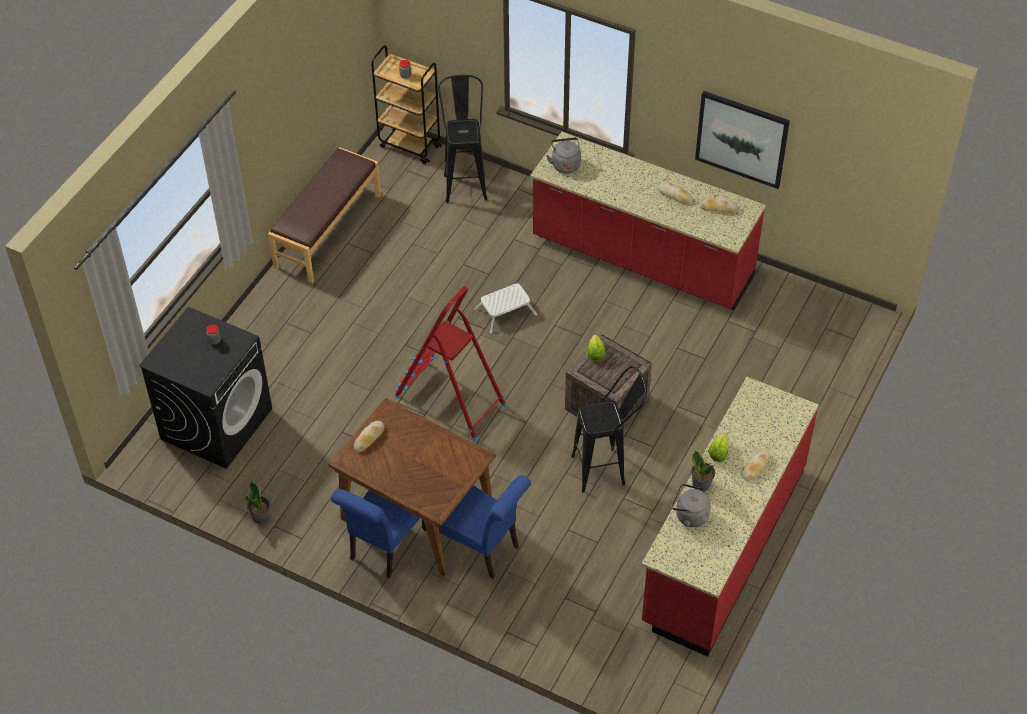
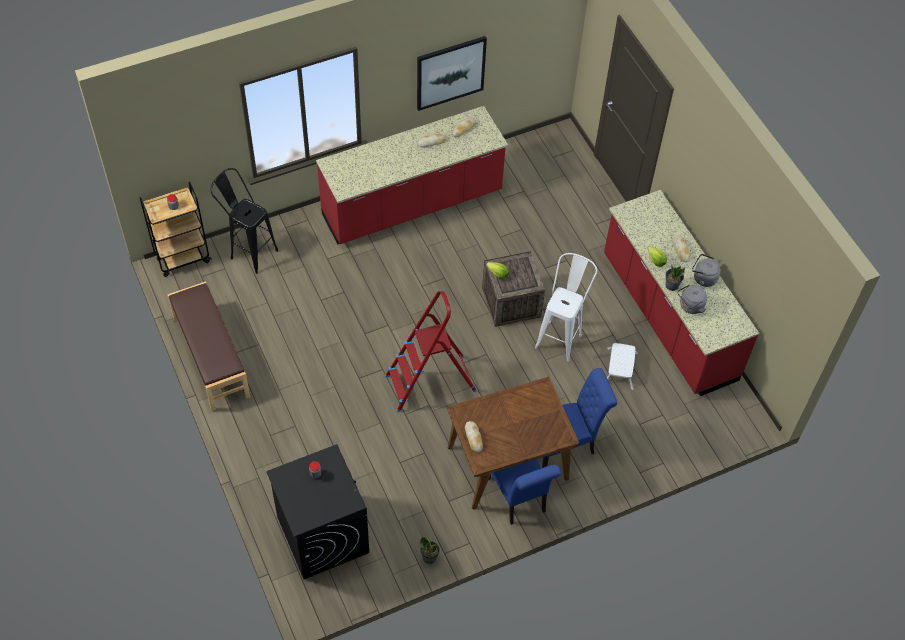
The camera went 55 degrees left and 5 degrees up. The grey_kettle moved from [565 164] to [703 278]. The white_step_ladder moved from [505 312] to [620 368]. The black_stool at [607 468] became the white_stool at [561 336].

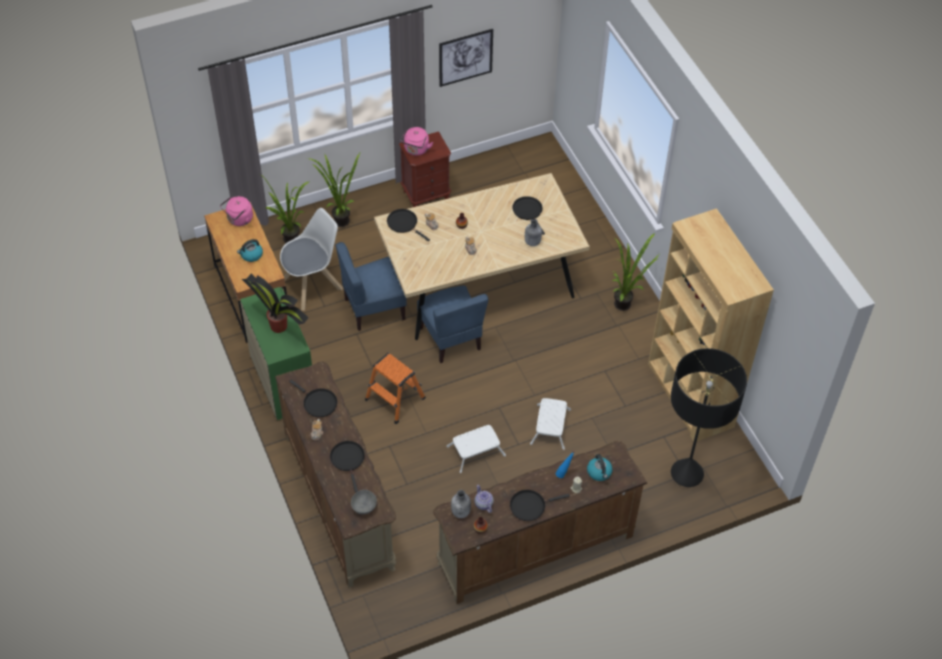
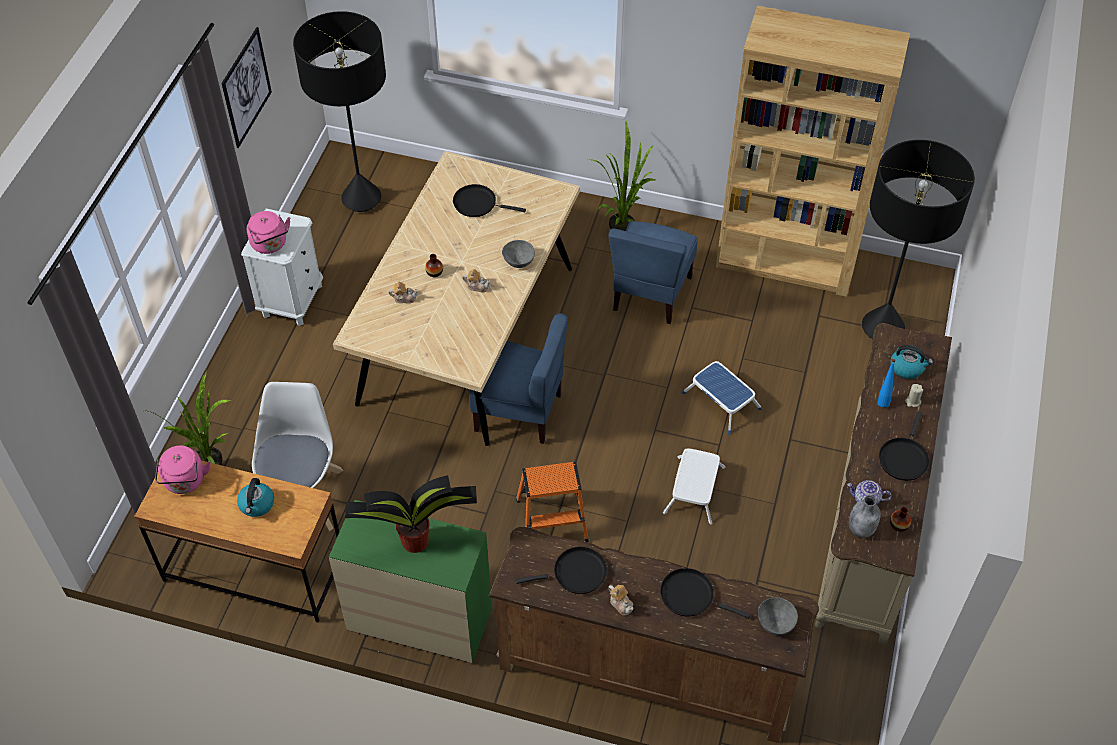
The camera went 50 degrees left and 0 degrees up. The brown_nightstand at [426 194] became the white_nightstand at [292 300]. The potted_plant at [338 220] disappeared. The black_frying_pan at [404 223] disappeared. The grey_bottle at [532 242] disappeared. The blue_chair moved from [374 308] to [650 293]. The white_step_ladder at [550 426] became the blue_step_ladder at [721 401]. The black_floor_lamp at [362 200] appeared. The grey_bowl at [518 261] appeared.

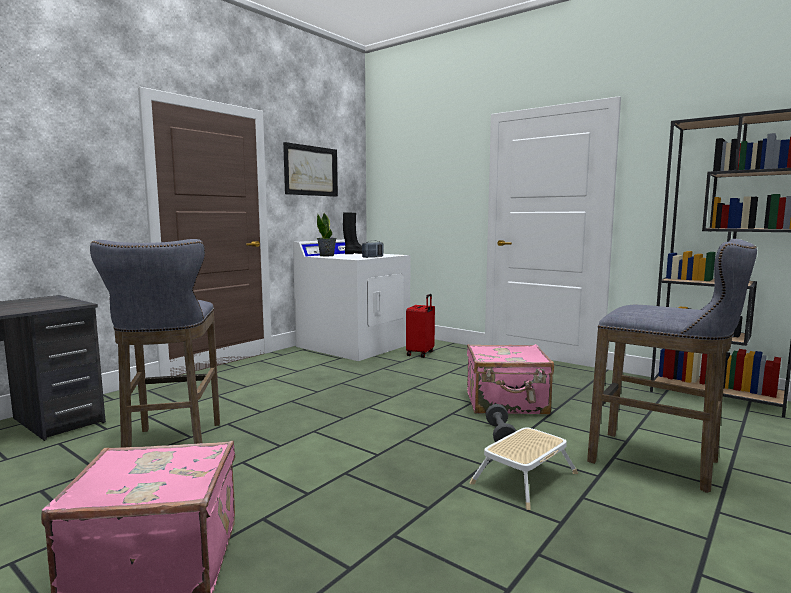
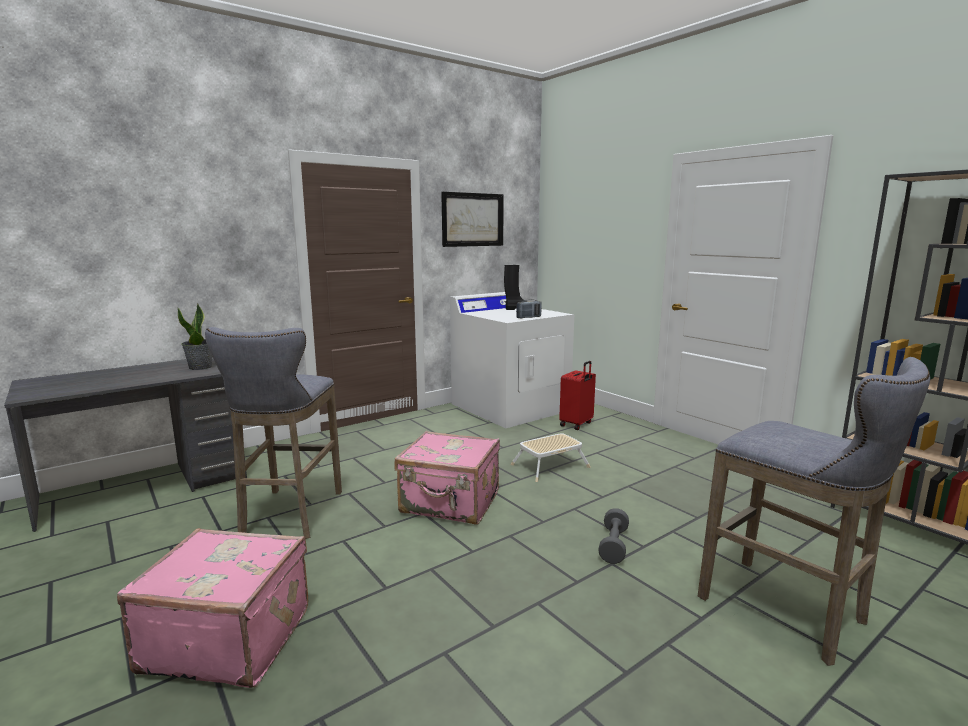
The camera went 15 degrees right and 5 degrees up. The potted_plant moved from [327 255] to [201 367]. The pink_suitcase moved from [507 404] to [450 503]. The beige_step_ladder moved from [525 478] to [550 466].

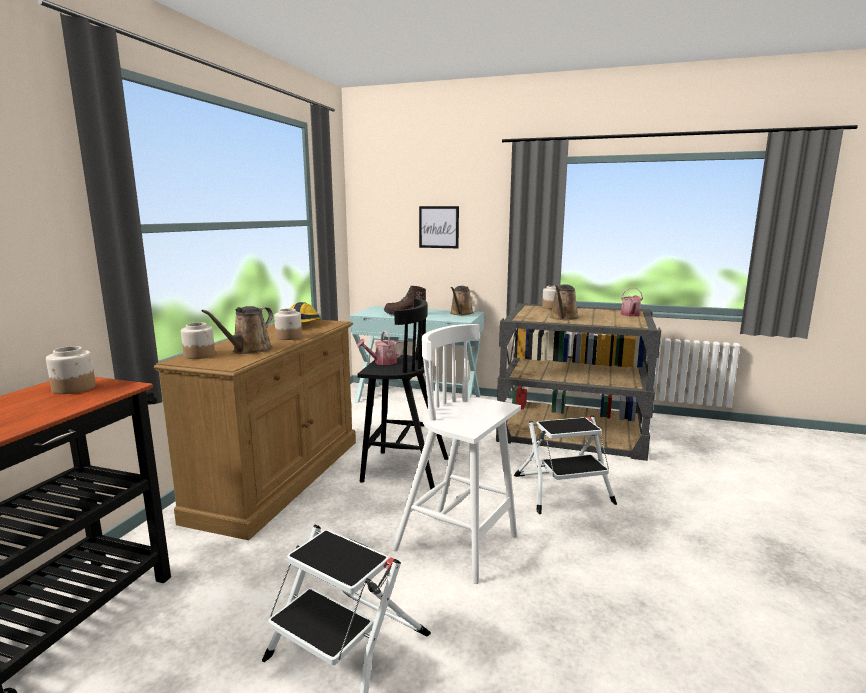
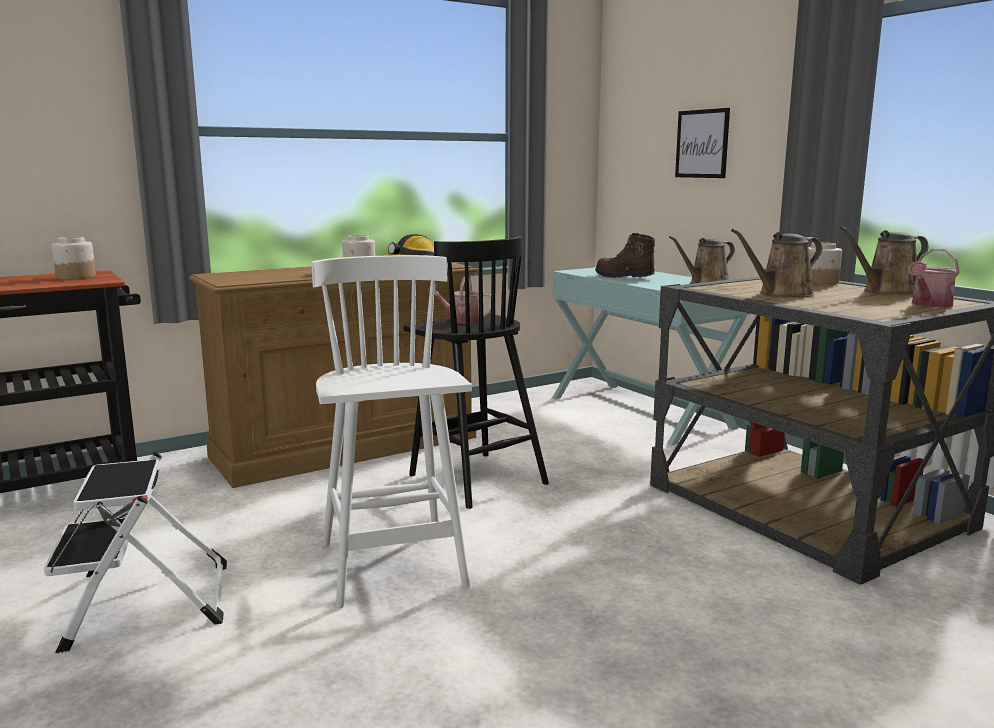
The camera went 40 degrees right and 0 degrees up. The brown_watering_can moved from [249 350] to [886 292]. The jar at [199 355] disappeared. The step_ladder at [561 490] disappeared.

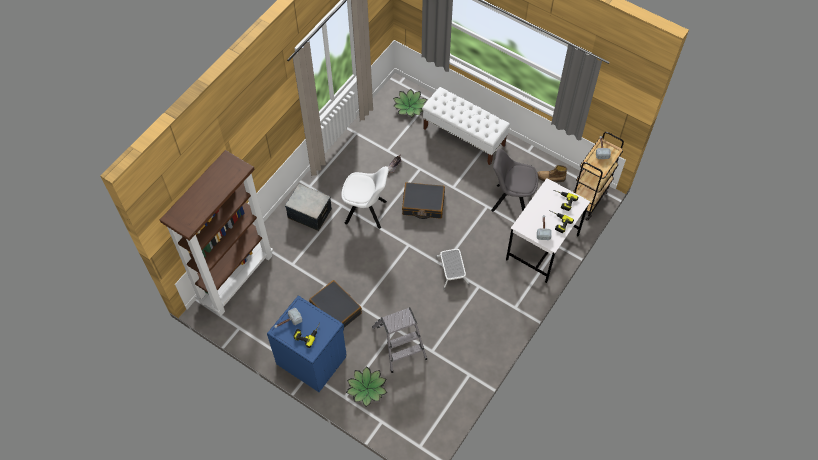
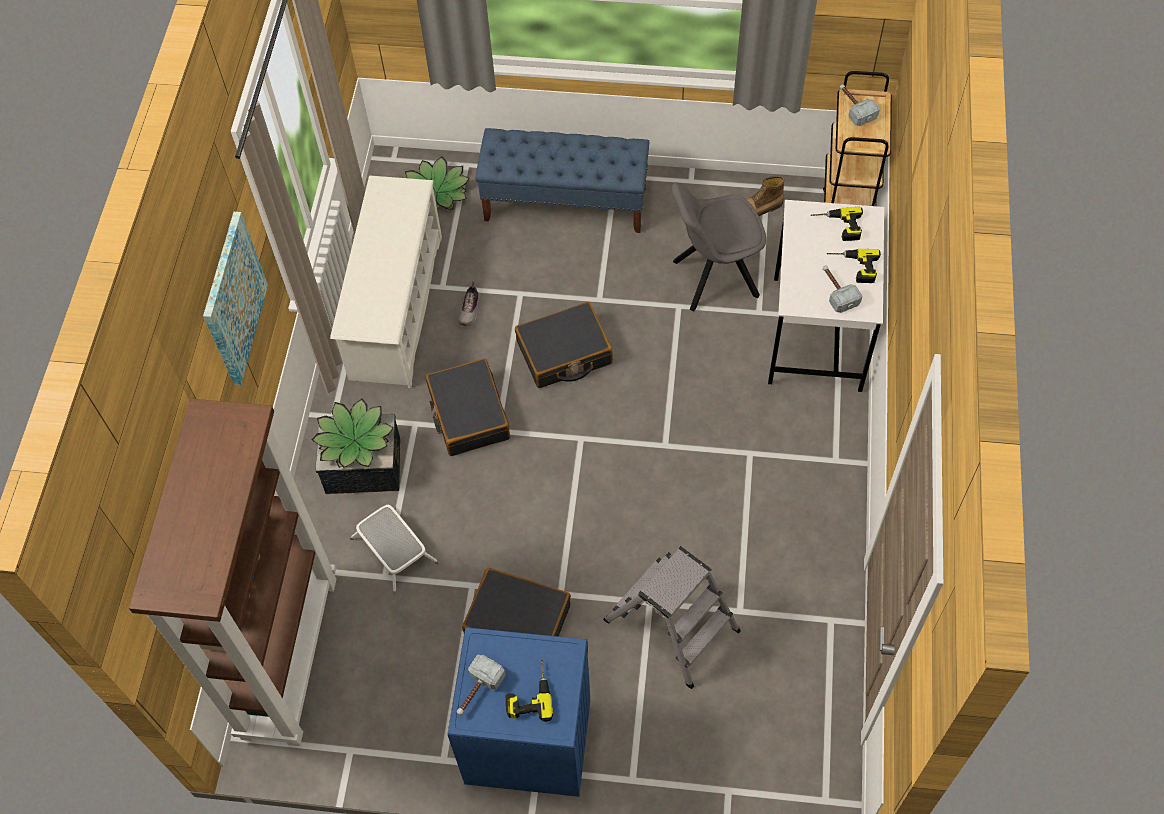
The camera went 25 degrees left and 0 degrees up. The white_bench at [464 137] became the blue_bench at [566 204]. The white_chair at [366 212] was replaced by the black_suitcase at [468 414]. The grey_step_ladder moved from [452 270] to [395 550]. The potted_plant moved from [367 389] to [354 440]. The white_shoe_rack at [396 307] appeared. The picture at [233 299] appeared.

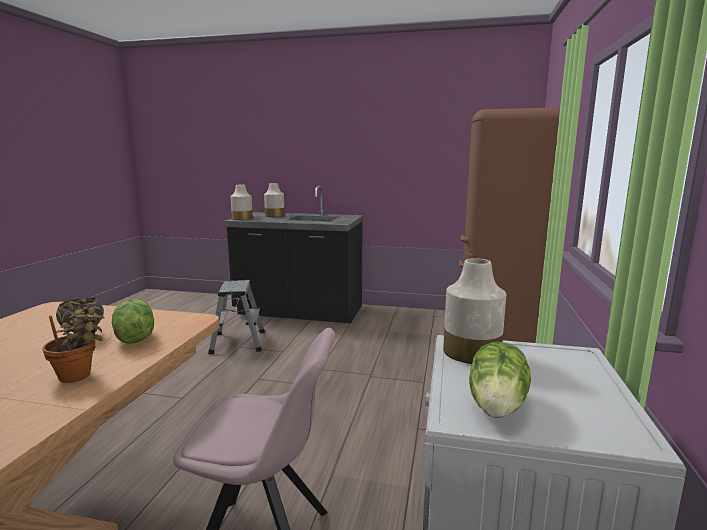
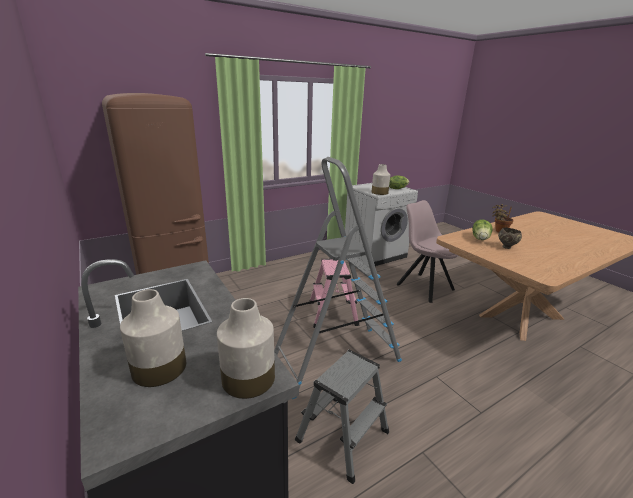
The camera went 135 degrees left and 10 degrees up. The grey_step_ladder at [337 359] appeared. The pink_step_ladder at [332 313] appeared.

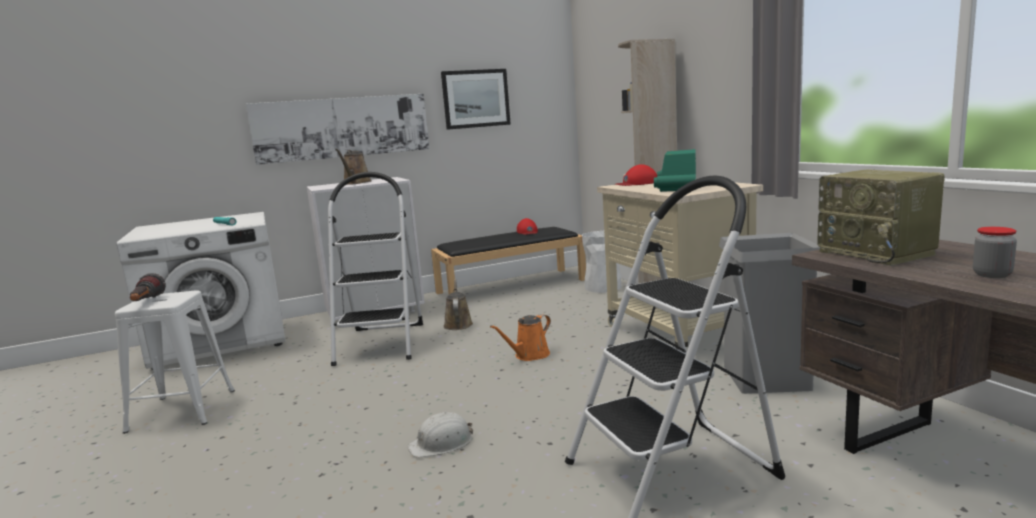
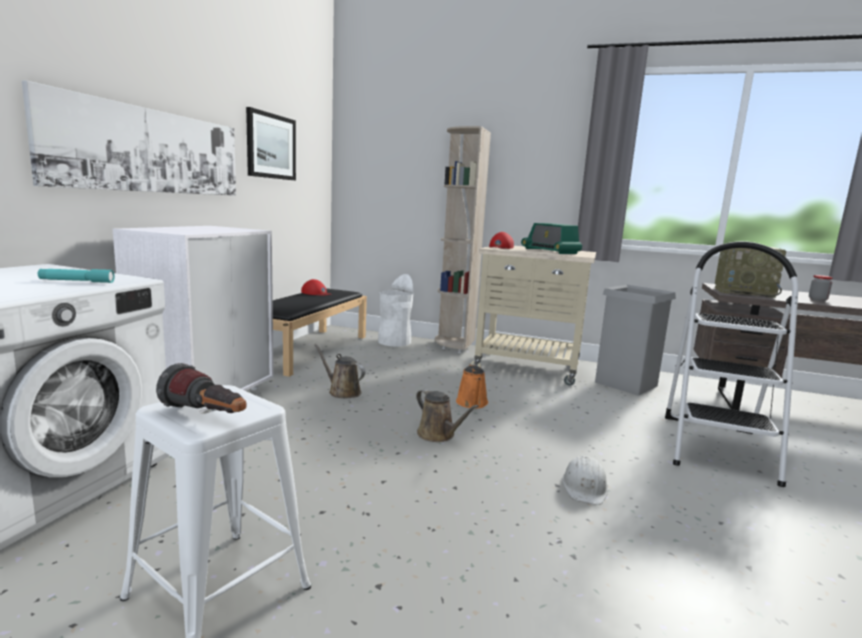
The camera went 50 degrees left and 0 degrees up. The brown_watering_can moved from [356 183] to [438 435]. The step_ladder at [382 342] disappeared.

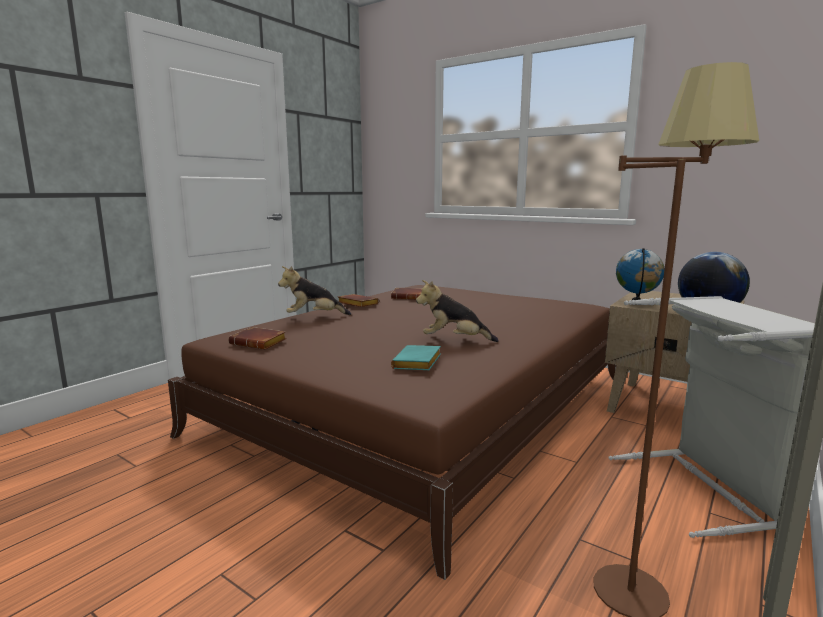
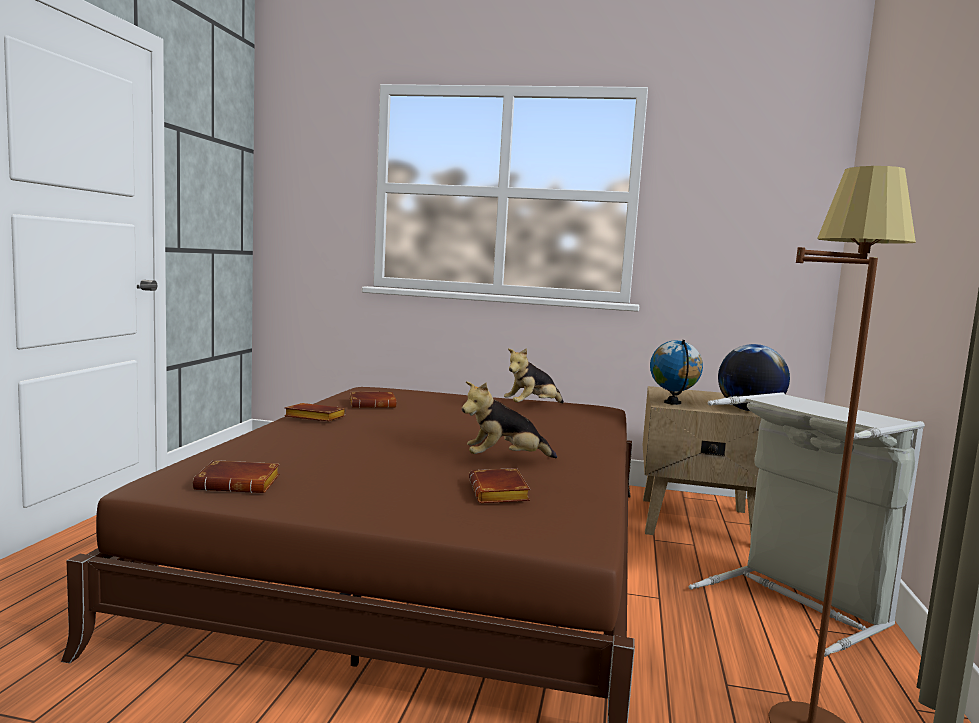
The camera went 25 degrees left and 5 degrees down. The plush_toy moved from [314 316] to [532 406]. The turquoise_book at [418 363] became the brown_book at [500 493].

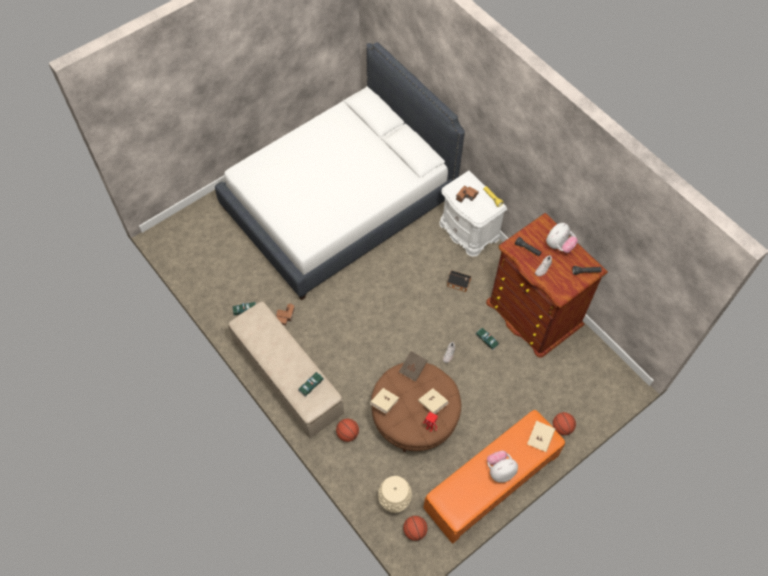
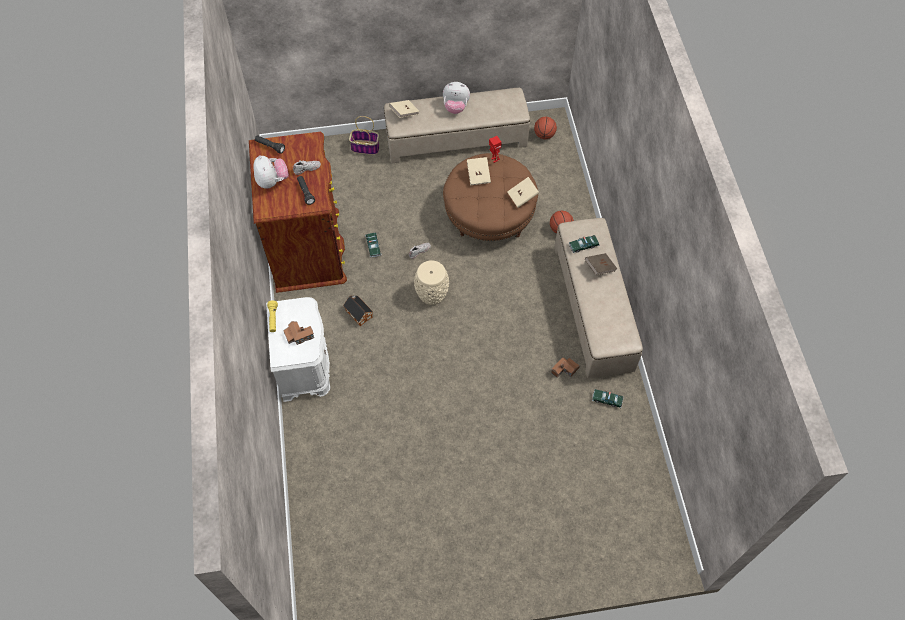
The camera went 150 degrees left and 0 degrees up. The white_bed at [339 204] disappeared. The plush_toy at [559 246] turned 90 degrees clockwise. The brown_book moved from [413 369] to [599 268]. The orange_bench at [491 482] became the beige_bench at [457 138]. The basketball at [562 427] was replaced by the basket at [365 147]. The beige_stool moved from [394 500] to [432 293].

